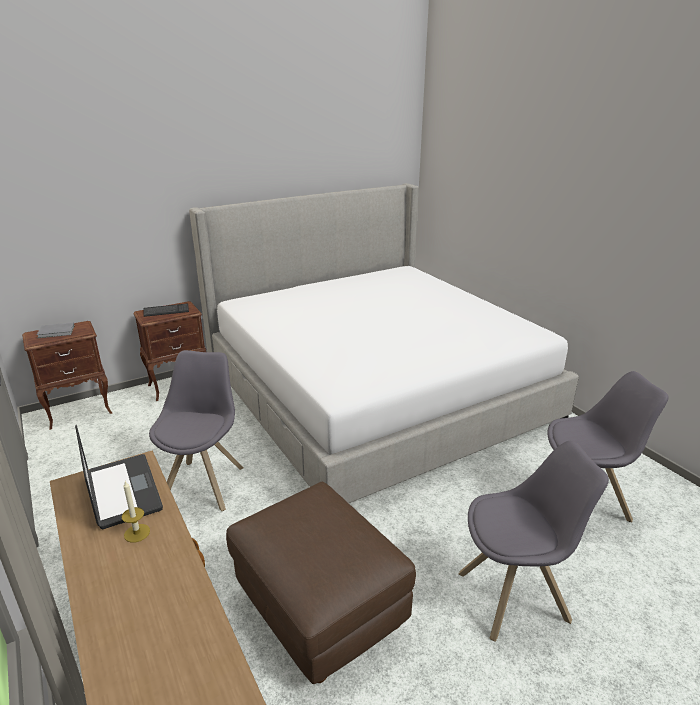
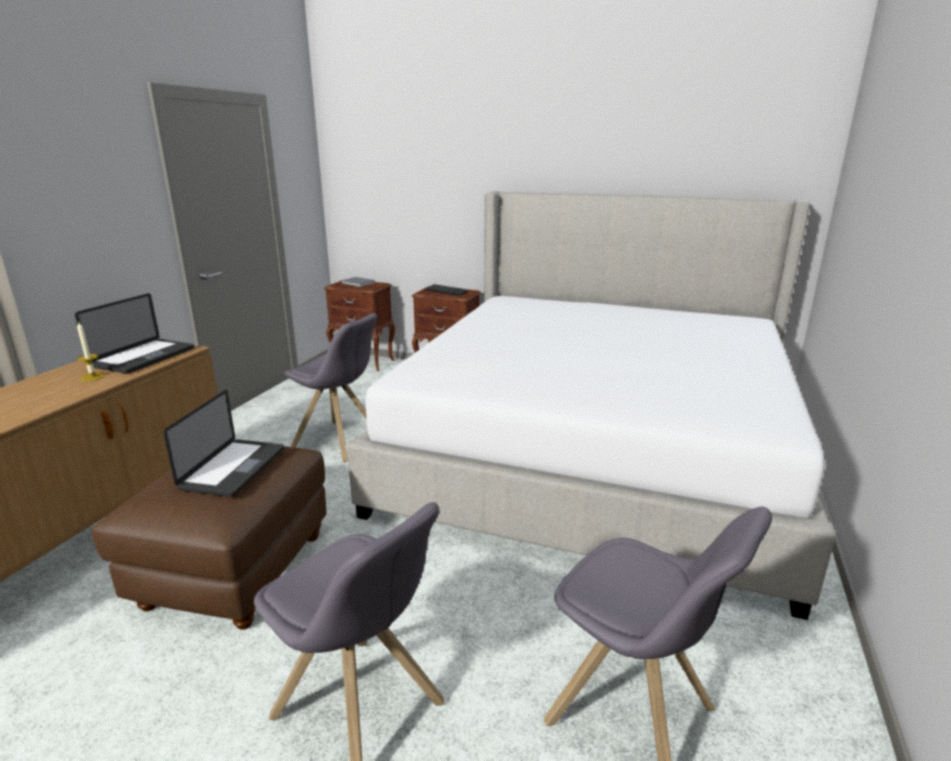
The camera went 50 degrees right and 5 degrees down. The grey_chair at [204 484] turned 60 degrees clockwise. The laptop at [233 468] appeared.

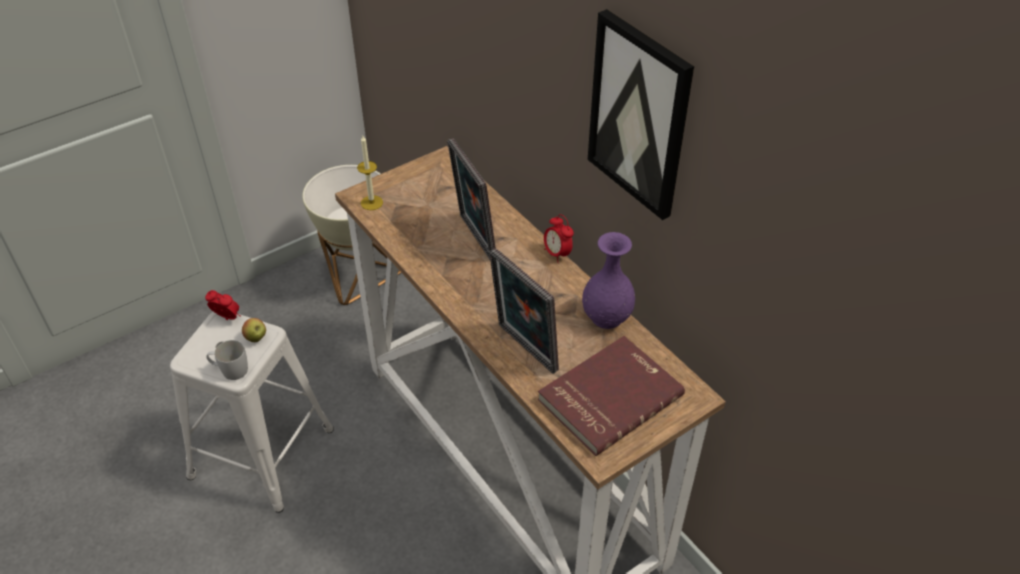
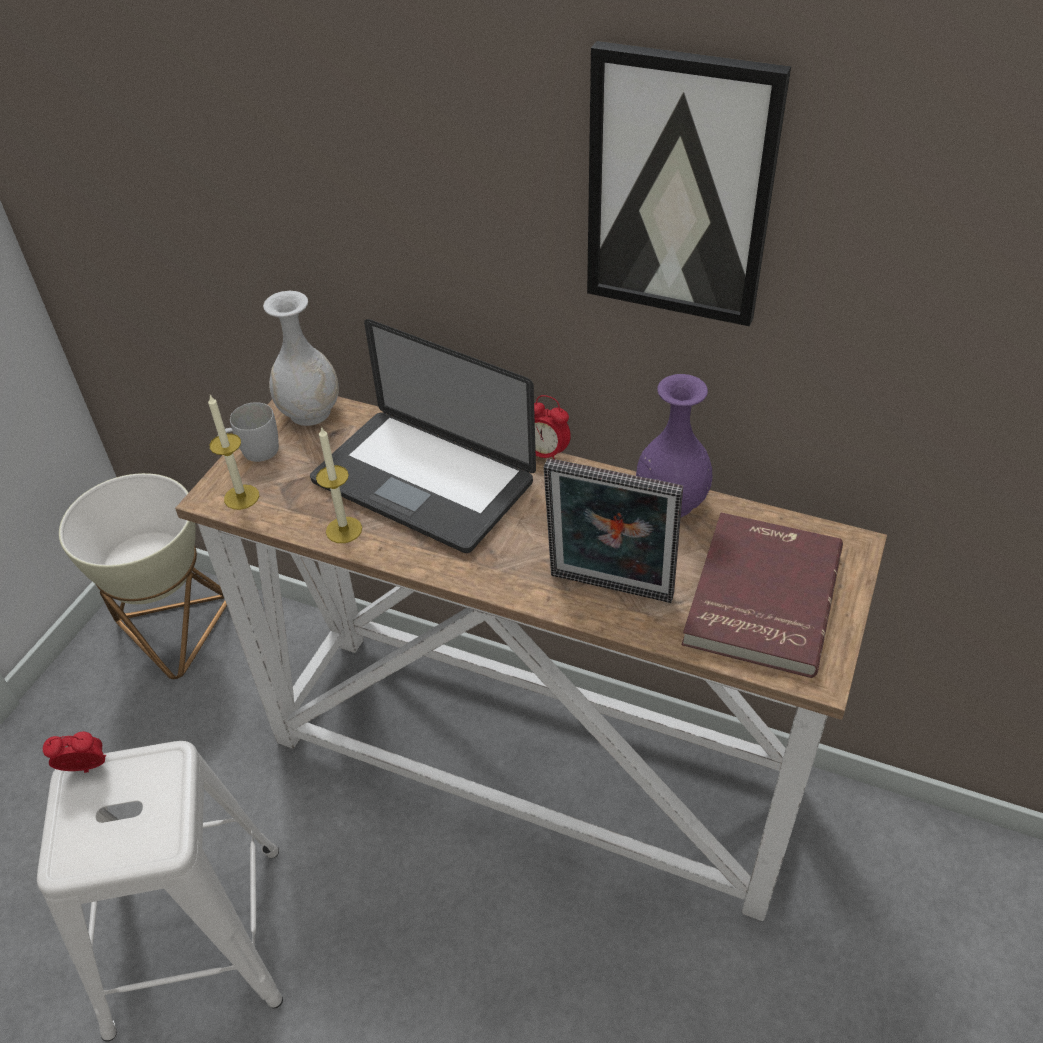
The camera went 30 degrees left and 0 degrees up. The picture_frame at [473 238] was replaced by the laptop at [423 482]. The apple at [256 338] disappeared. The white_mug moved from [230 370] to [252 452]. The white_vase at [311 412] appeared. The candle at [344 530] appeared.

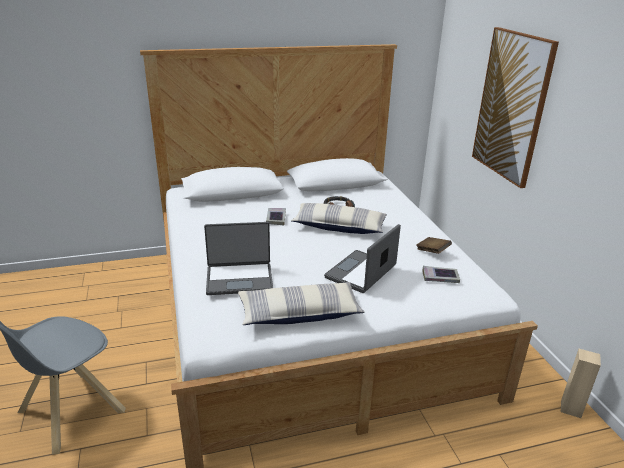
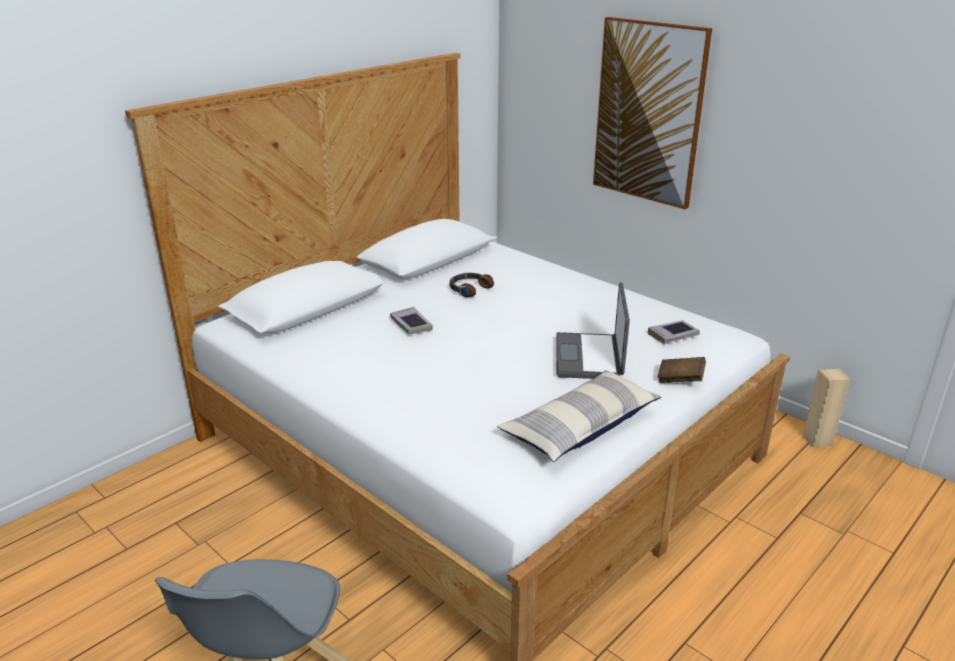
The camera went 30 degrees left and 0 degrees up. The pillow at [339 227] disappeared. The laptop at [239 279] disappeared. The brown_book moved from [432 251] to [680 380].

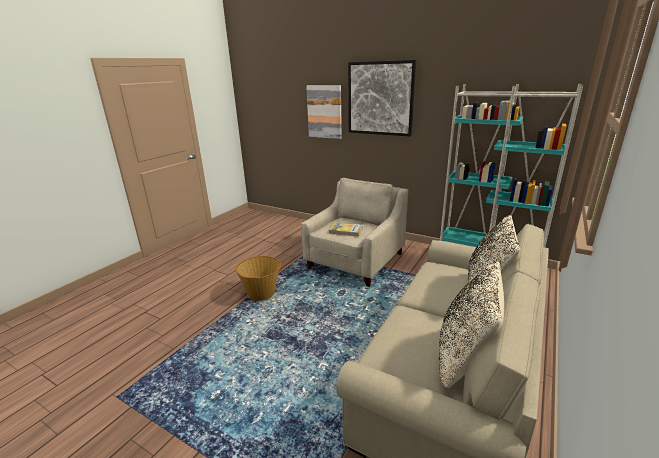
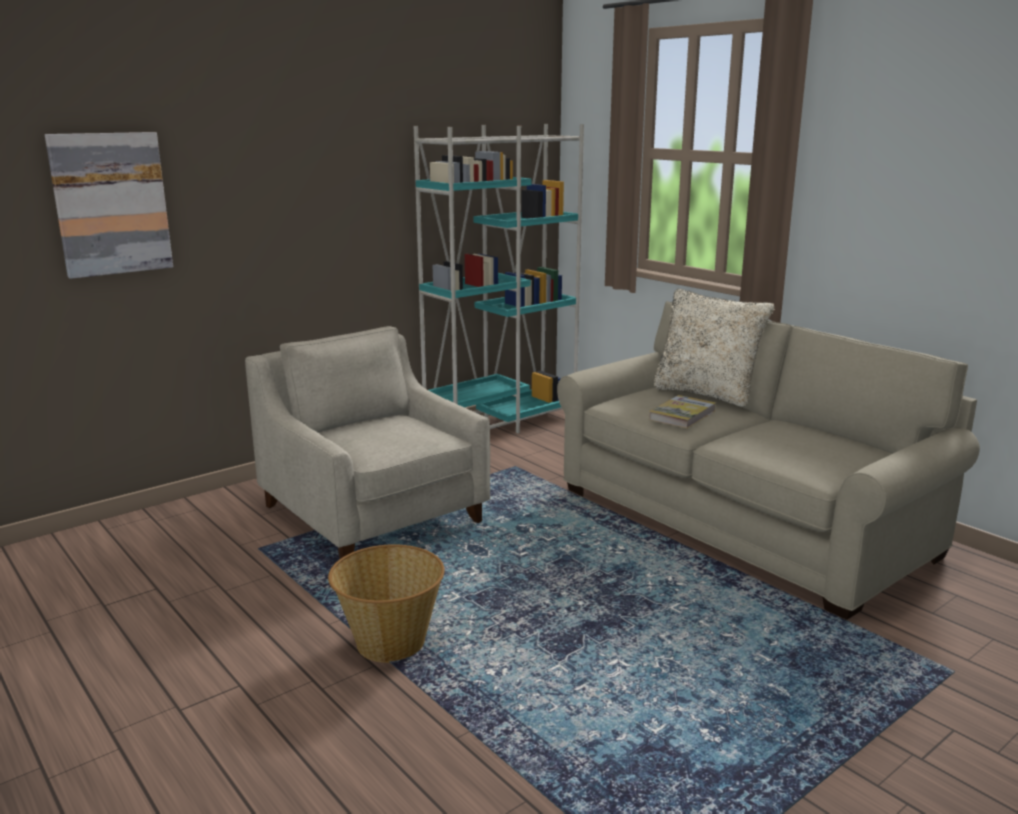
The camera went 70 degrees left and 5 degrees down. The picture at [380 98] disappeared. The book moved from [345 231] to [682 415]. The beige_pillow at [464 361] disappeared.

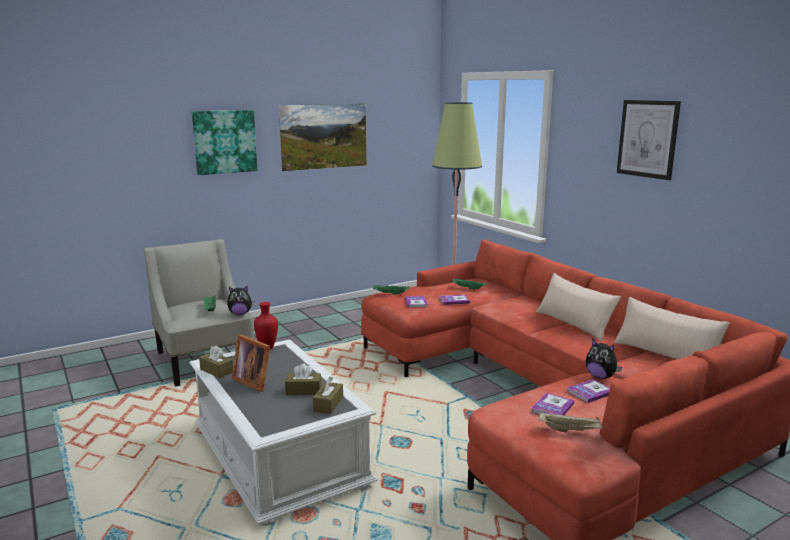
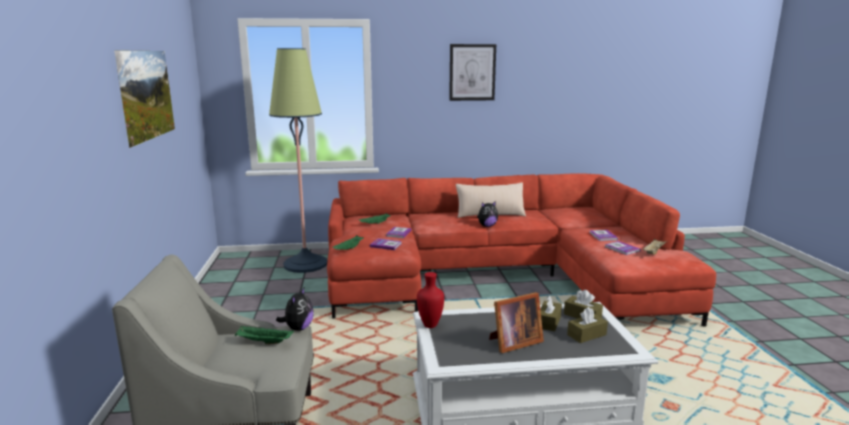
The camera went 65 degrees left and 0 degrees up. The picture at [224 142] disappeared. The beige_pillow at [665 354] disappeared. The plush_toy moved from [600 377] to [487 226]. The brown_tissue_box moved from [216 371] to [586 335].

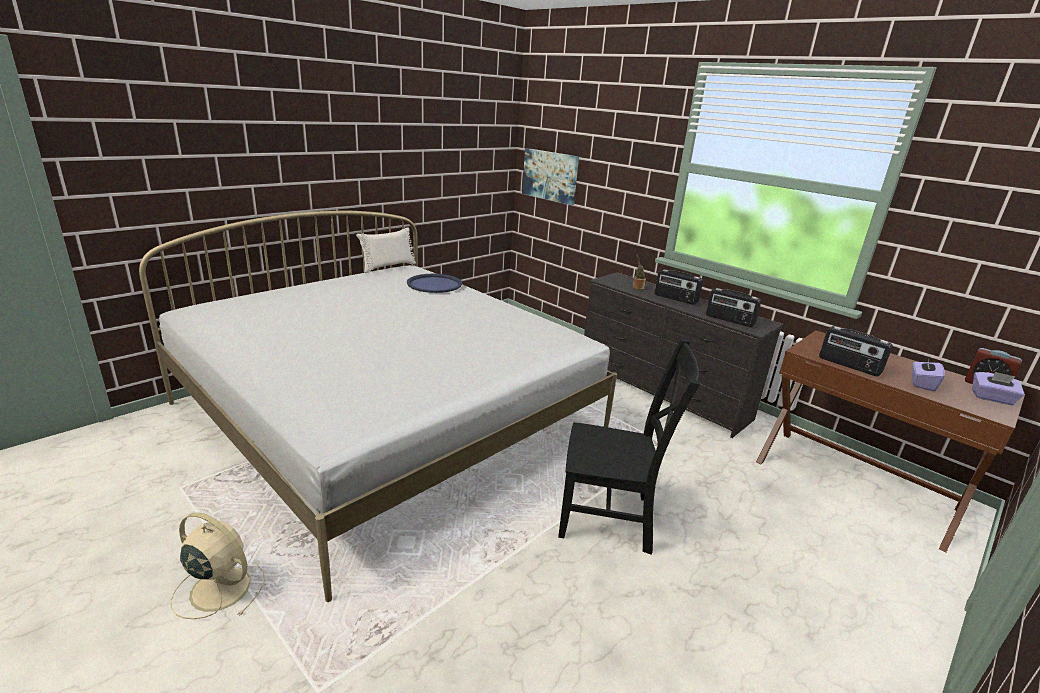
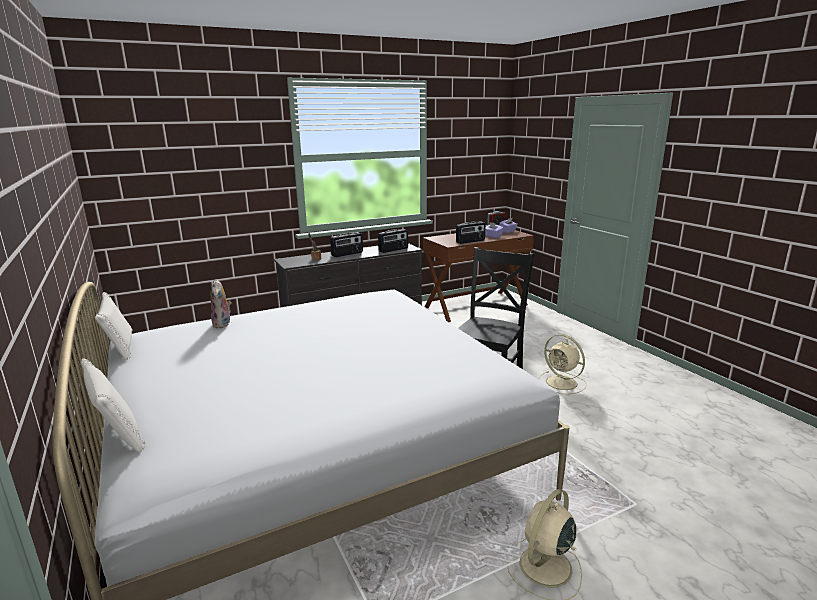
The camera went 70 degrees left and 5 degrees down. The picture at [550 175] disappeared. The blue_tray at [434 284] was replaced by the plush_toy at [223 324]. The beige_fan at [562 383] appeared. The white_pillow at [117 431] appeared.

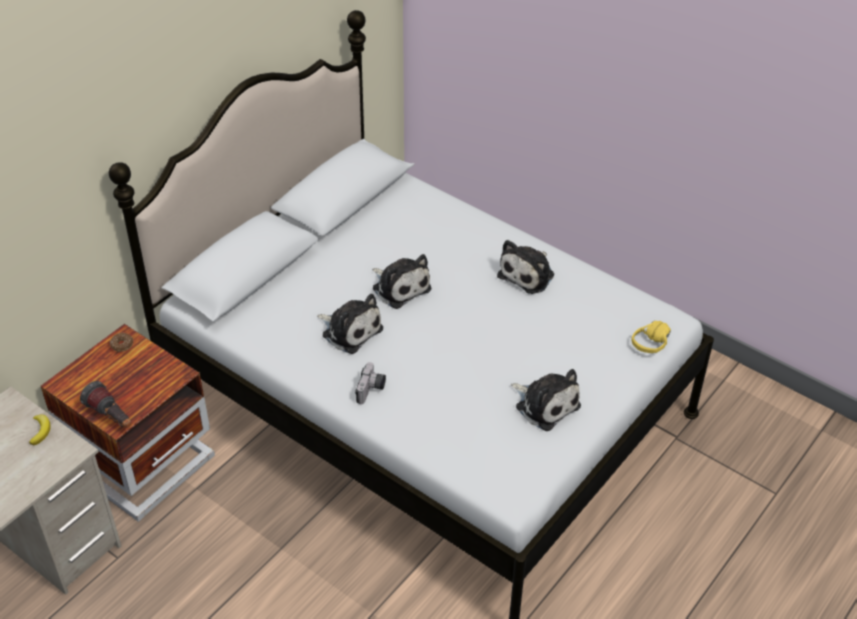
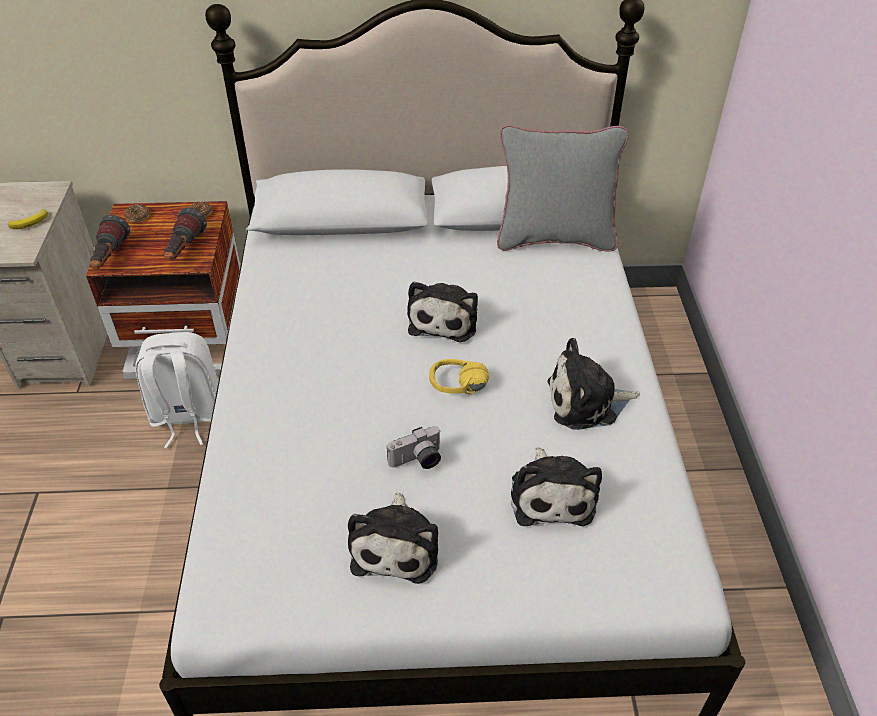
The camera went 50 degrees right and 0 degrees up. The plush_toy moved from [350 330] to [551 494]. The yellow_headphones moved from [656 347] to [458 391]. The photo_camera moved from [371 390] to [417 461]. The grey_pillow at [554 238] appeared. The donut at [138 217] appeared. The flashlight at [184 250] appeared. The white_backpack at [187 416] appeared.

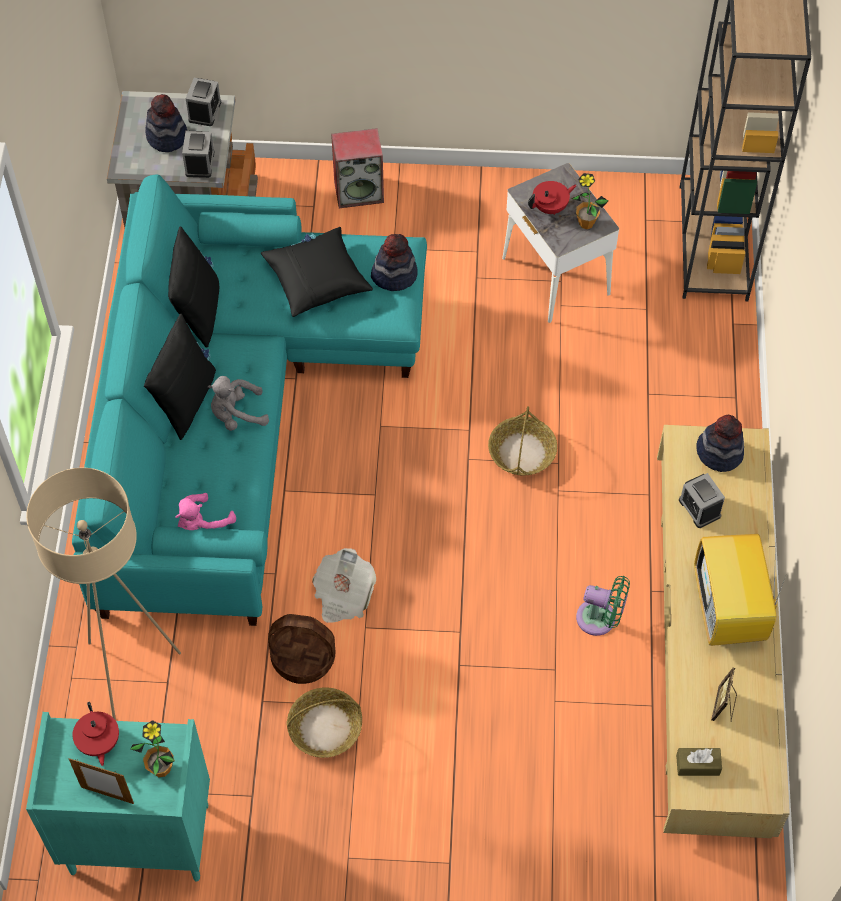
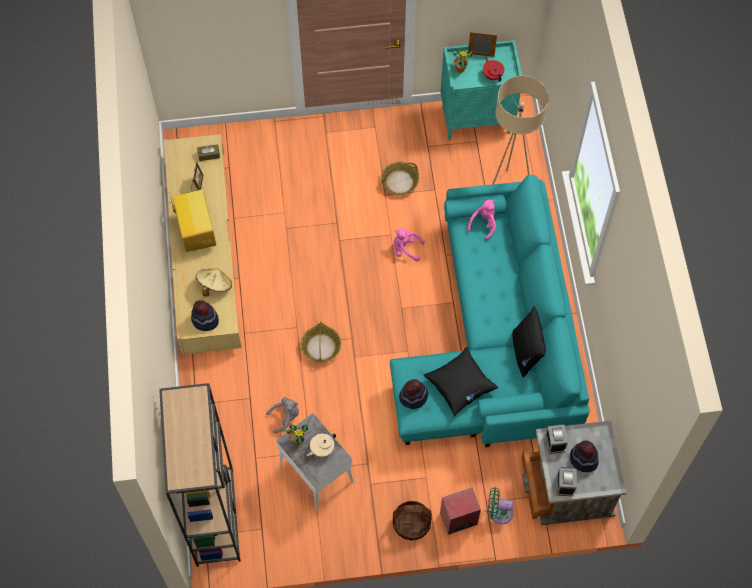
The camera went 170 degrees right and 5 degrees up. The red_teapot at [550 207] became the beige_teapot at [321 449]. The black_pillow at [186 401] disappeared. The grey_plush_toy moved from [237 415] to [285 417]. The alarm_clock at [699 508] was replaced by the beige_hat at [214 285]. The newspaper at [343 595] was replaced by the pink_plush_toy at [406 249]. The green_fan moved from [600 619] to [498 512]. The basket moved from [304 657] to [411 524].

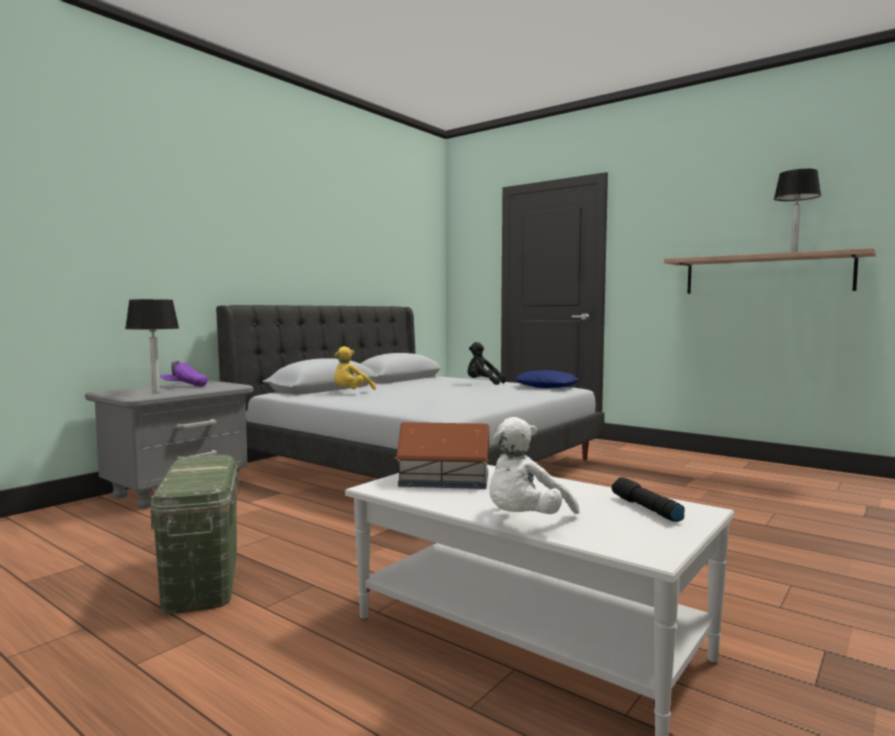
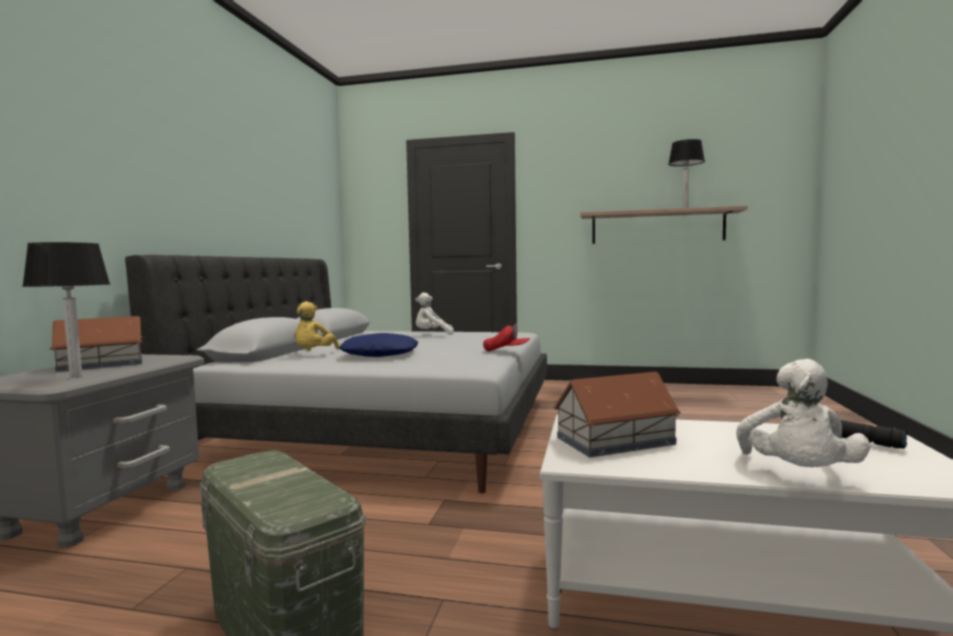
The camera went 25 degrees left and 0 degrees up. The black_plush_toy at [483 384] became the white_plush_toy at [432 335]. The purple_cap at [184 386] was replaced by the toy_house at [102 364]. The blue_pillow moved from [546 386] to [380 354]. The red_cap at [506 351] appeared.

